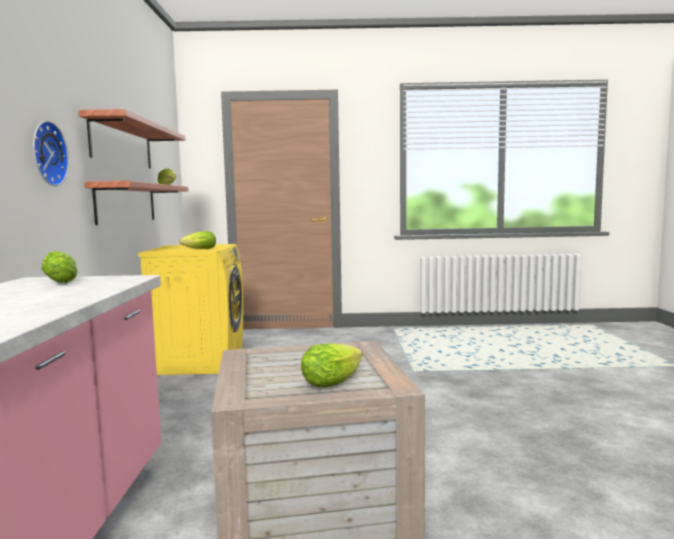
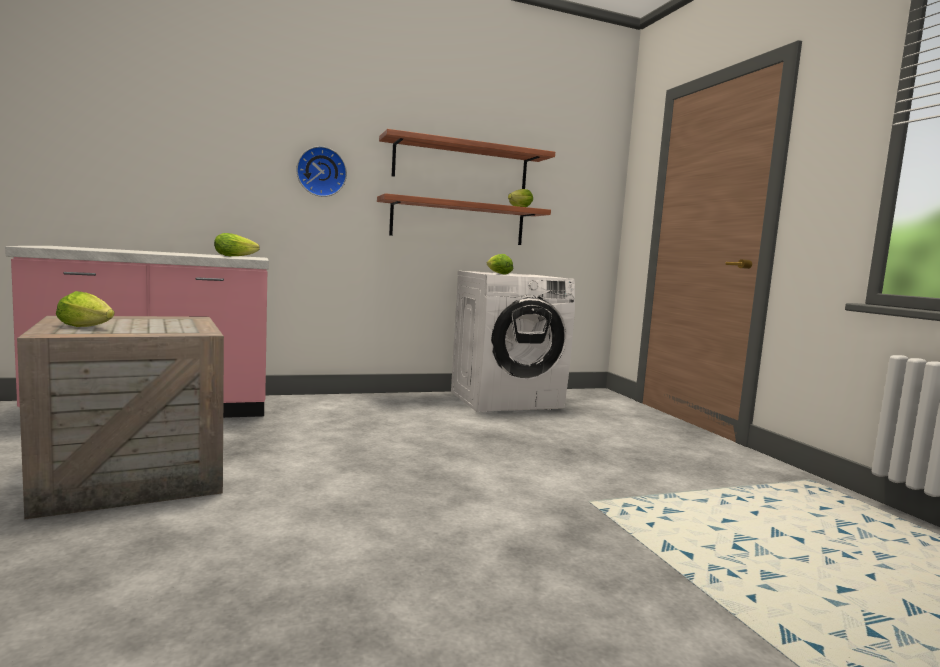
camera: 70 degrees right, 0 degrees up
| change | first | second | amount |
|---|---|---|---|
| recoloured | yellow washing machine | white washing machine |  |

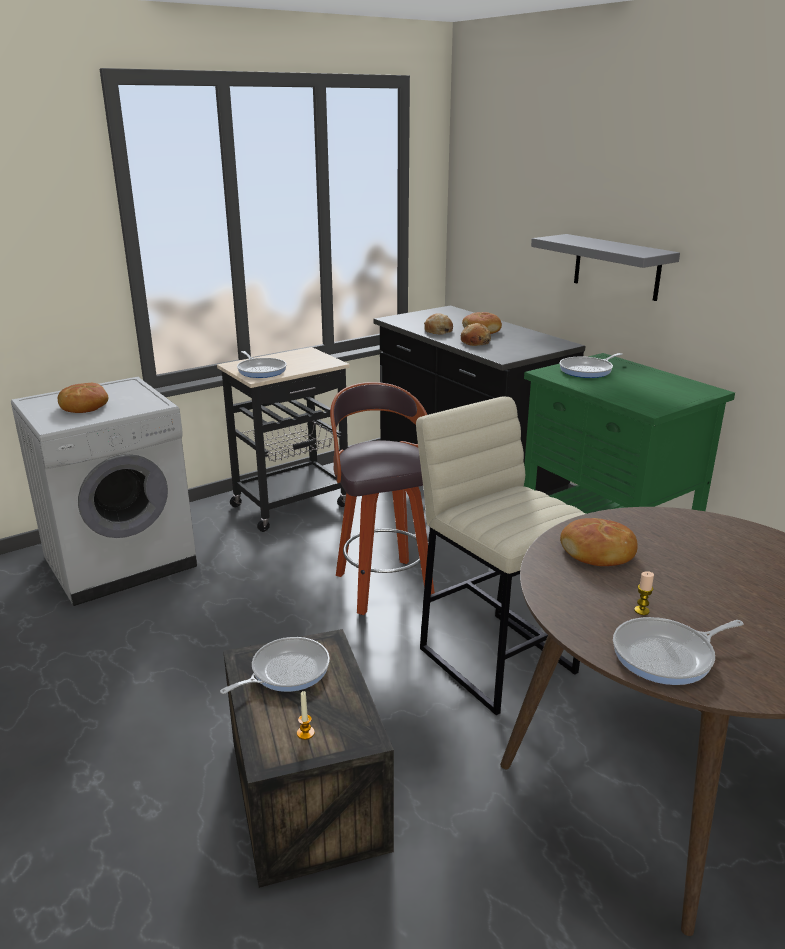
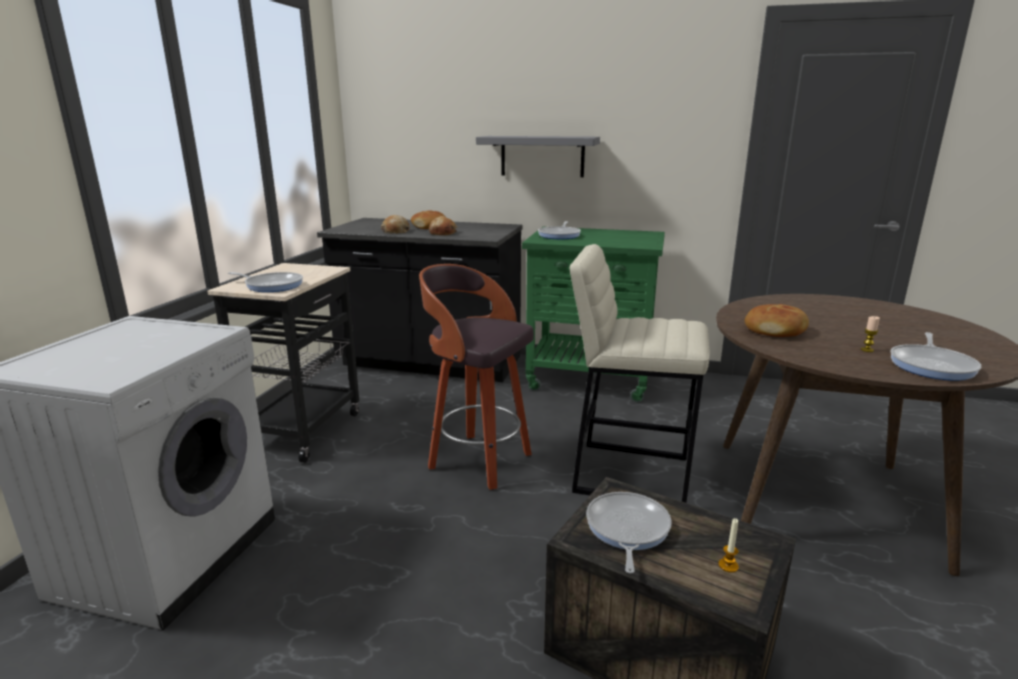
camera: 40 degrees left, 5 degrees down
| change | first | second | amount |
|---|---|---|---|
| removed | bread (1st from left) |  |  |

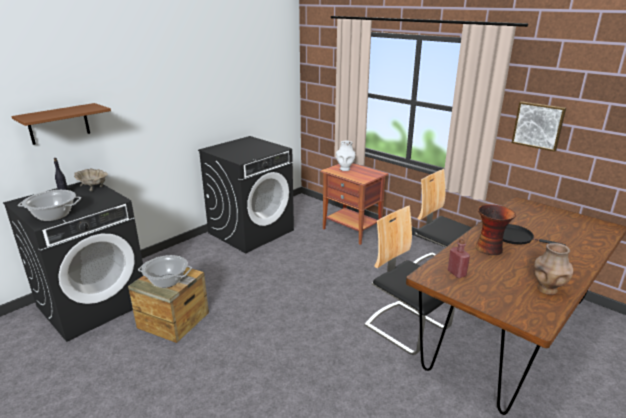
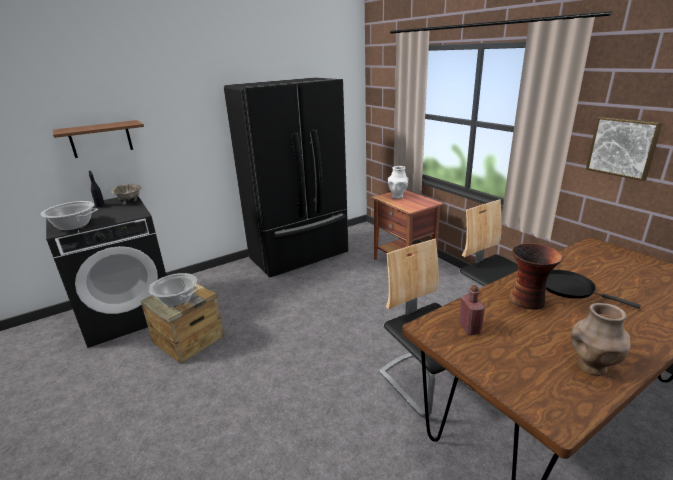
camera: 15 degrees right, 0 degrees up
| change | first | second | amount |
|---|---|---|---|
| replaced | black washing machine (2nd from left) | black fridge |  |

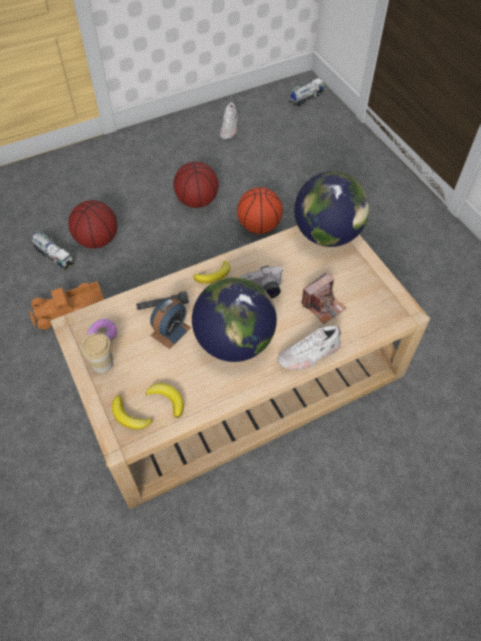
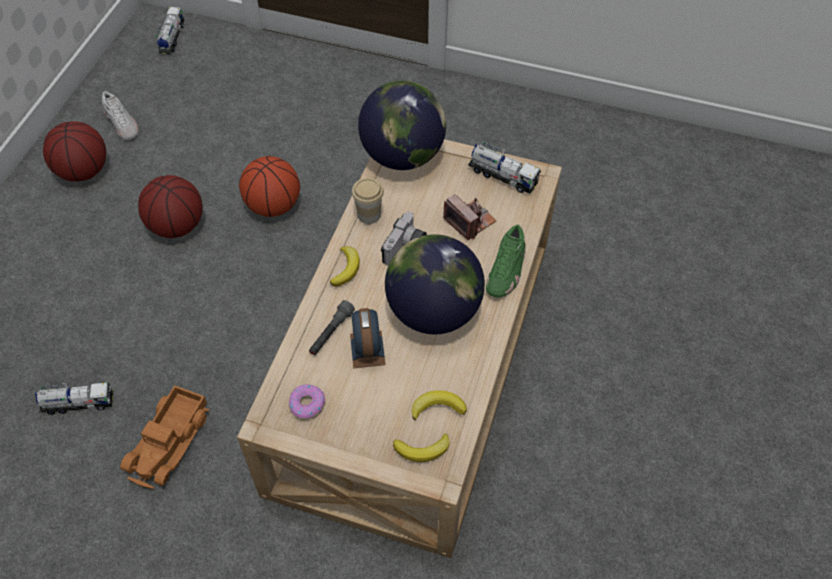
camera: 45 degrees left, 0 degrees up
| change | first | second | amount |
|---|---|---|---|
| moved | basketball (1st from left) |  |  |
| moved | cup |  |  |
| turned | photo camera (2nd from left) |  | 45 degrees counterclockwise |
| added |  | toy truck (4th from left) |  |
| recoloured | white shoe (2nd from left) | green shoe |  |

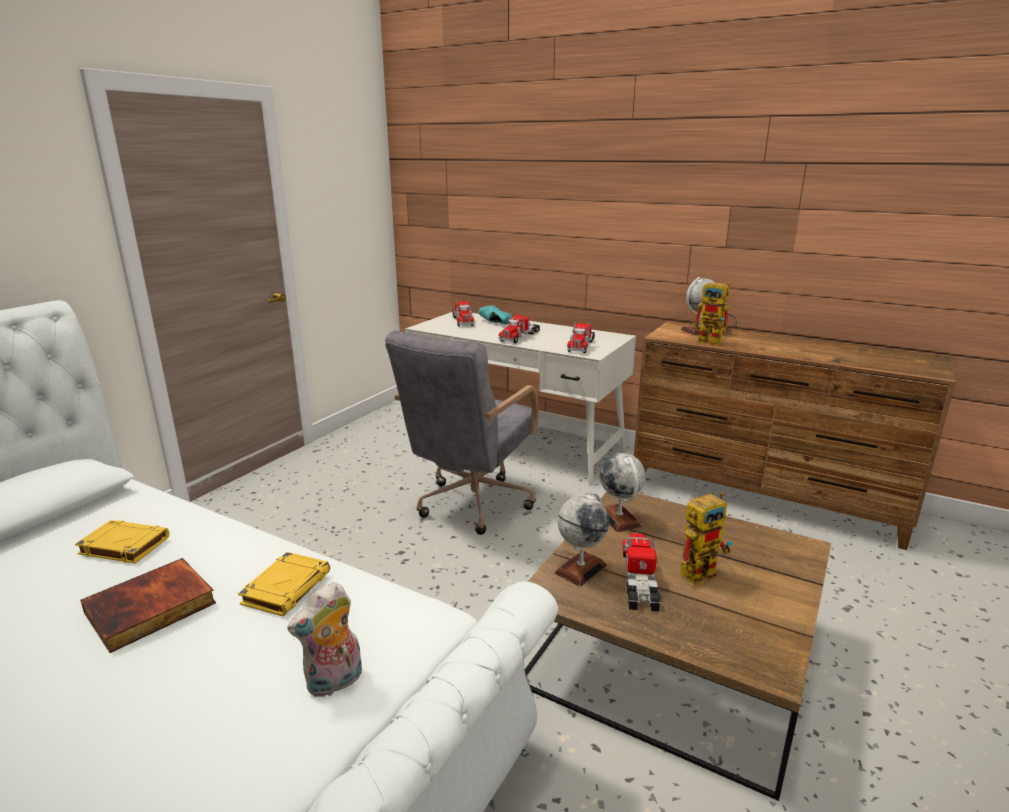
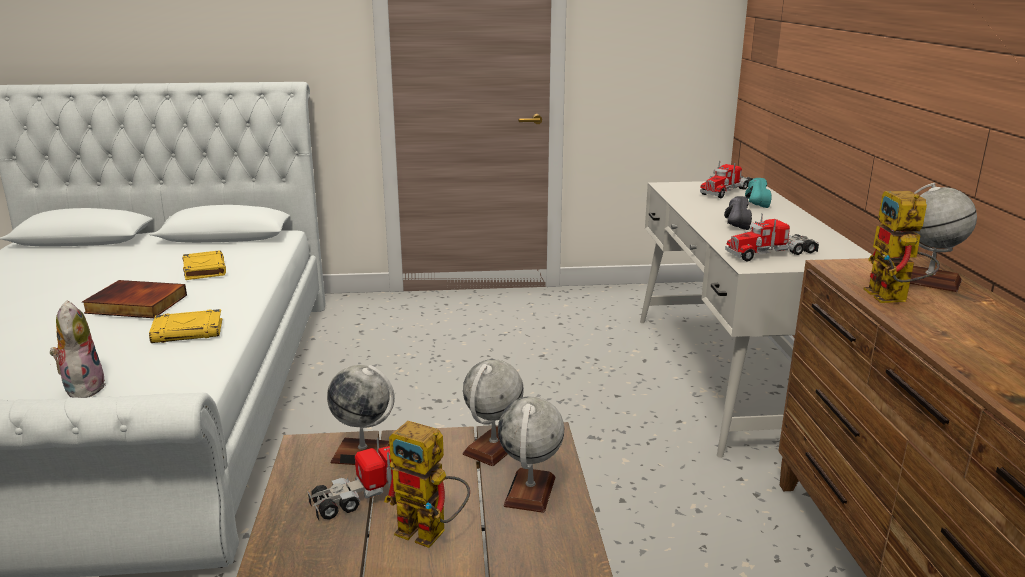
camera: 55 degrees right, 0 degrees up
| change | first | second | amount |
|---|---|---|---|
| turned | plush toy |  | 60 degrees clockwise |
| added |  | globe (3rd from left) |  |
| replaced | toy truck (2nd from left) | black shoe |  |
| removed | grey office chair |  |  |

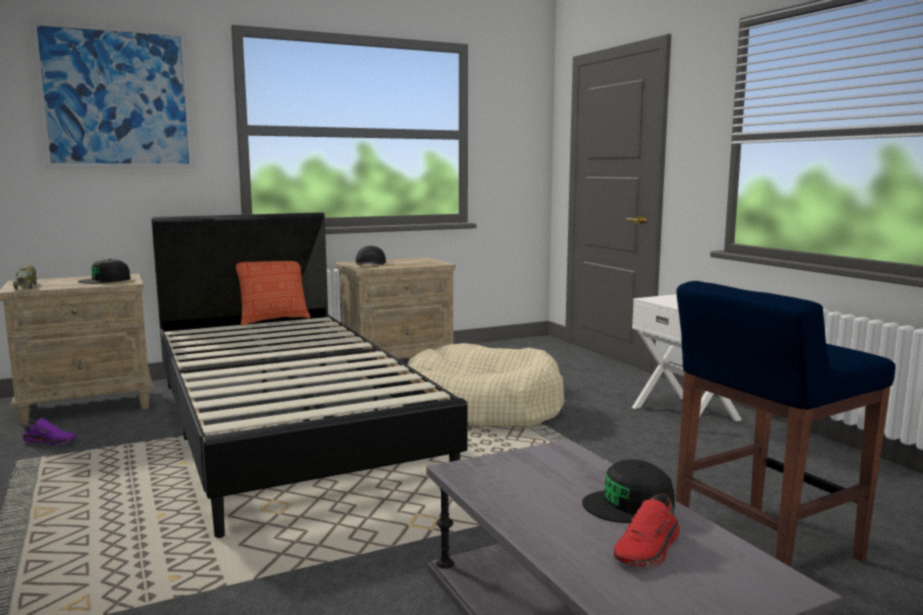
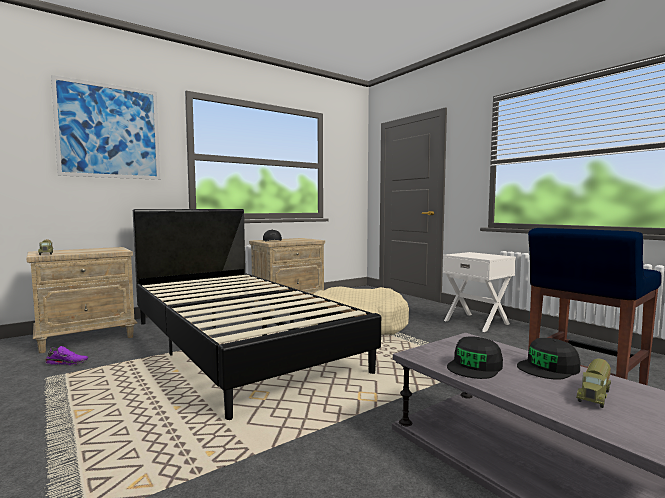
camera: 10 degrees left, 5 degrees down
| change | first | second | amount |
|---|---|---|---|
| moved | black cap (1st from left in the first image) | black cap (2nd from left) |  |
| replaced | red shoe | toy truck (2nd from left) |  |
| removed | orange pillow |  |  |

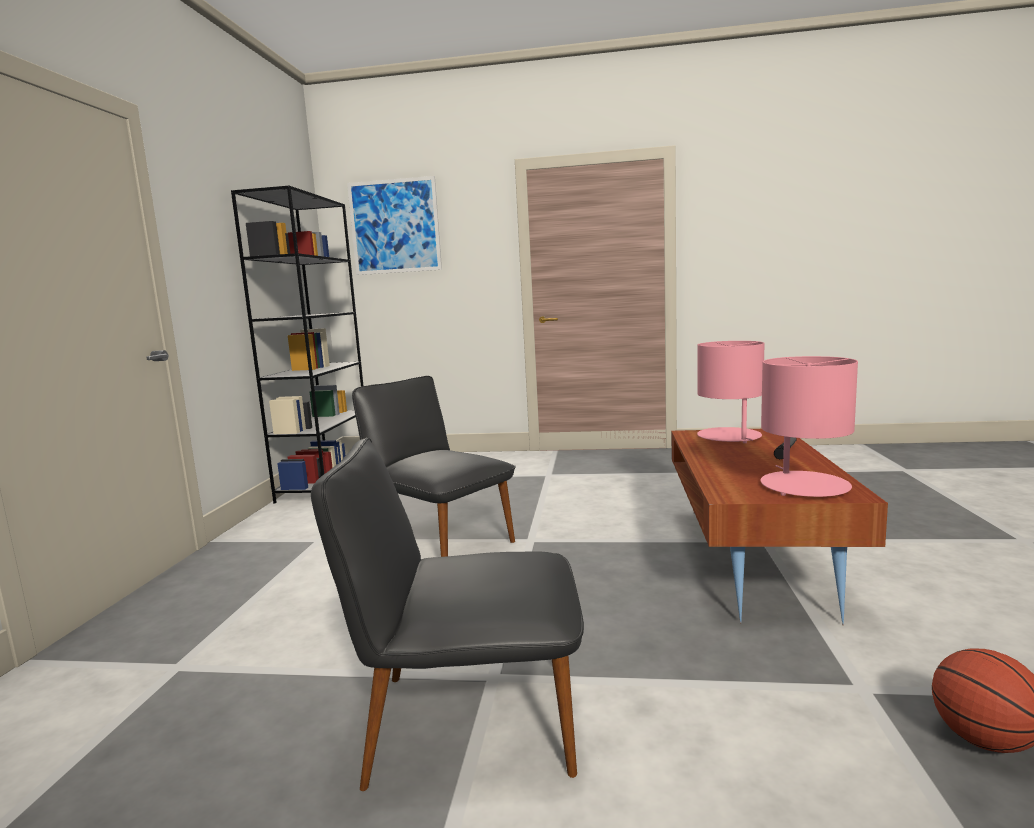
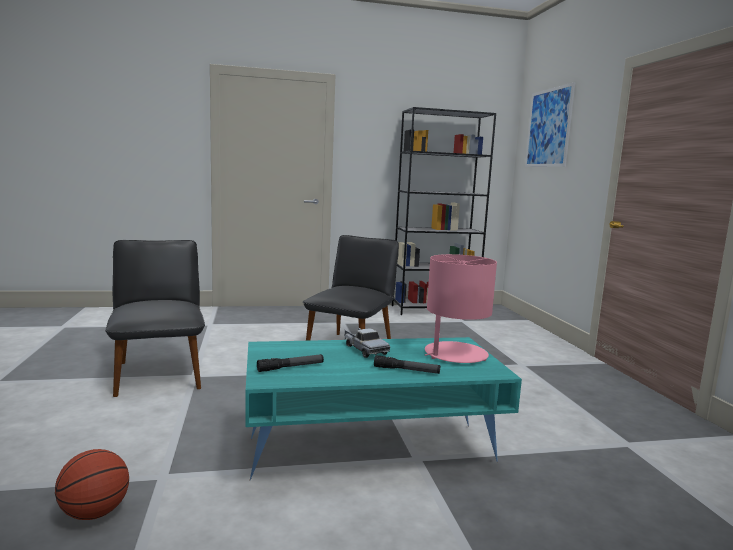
camera: 70 degrees right, 0 degrees up
| change | first | second | amount |
|---|---|---|---|
| recoloured | brown coffee table | turquoise coffee table |  |
| replaced | pink table lamp (2nd from left) | flashlight (1st from left) |  |
| added |  | toy truck |  |

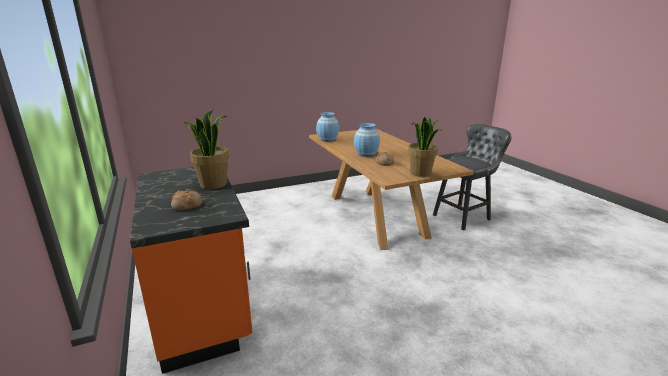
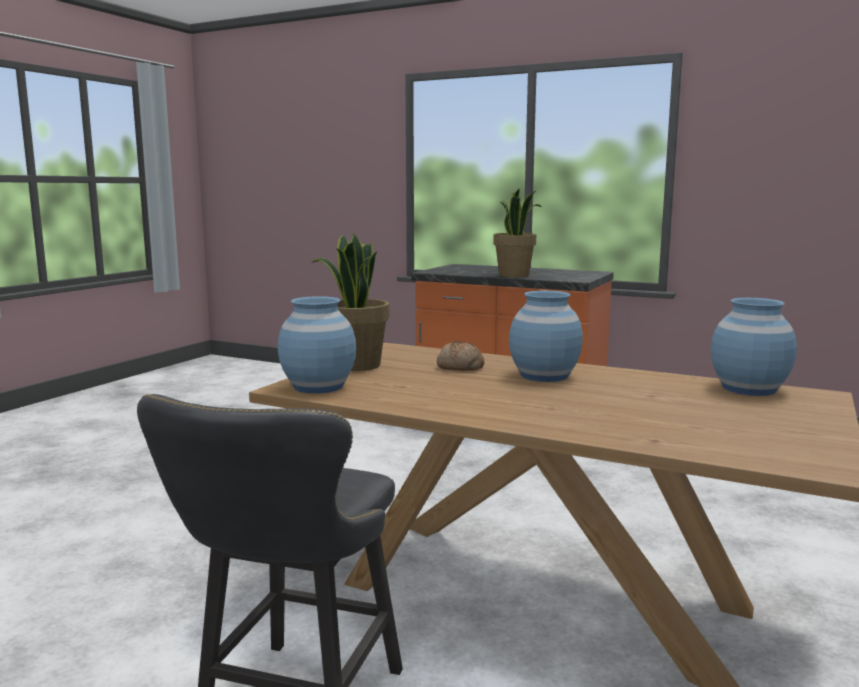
camera: 140 degrees right, 10 degrees down
| change | first | second | amount |
|---|---|---|---|
| added |  | blue vase (1st from left) |  |
| removed | bread (1st from left) |  |  |

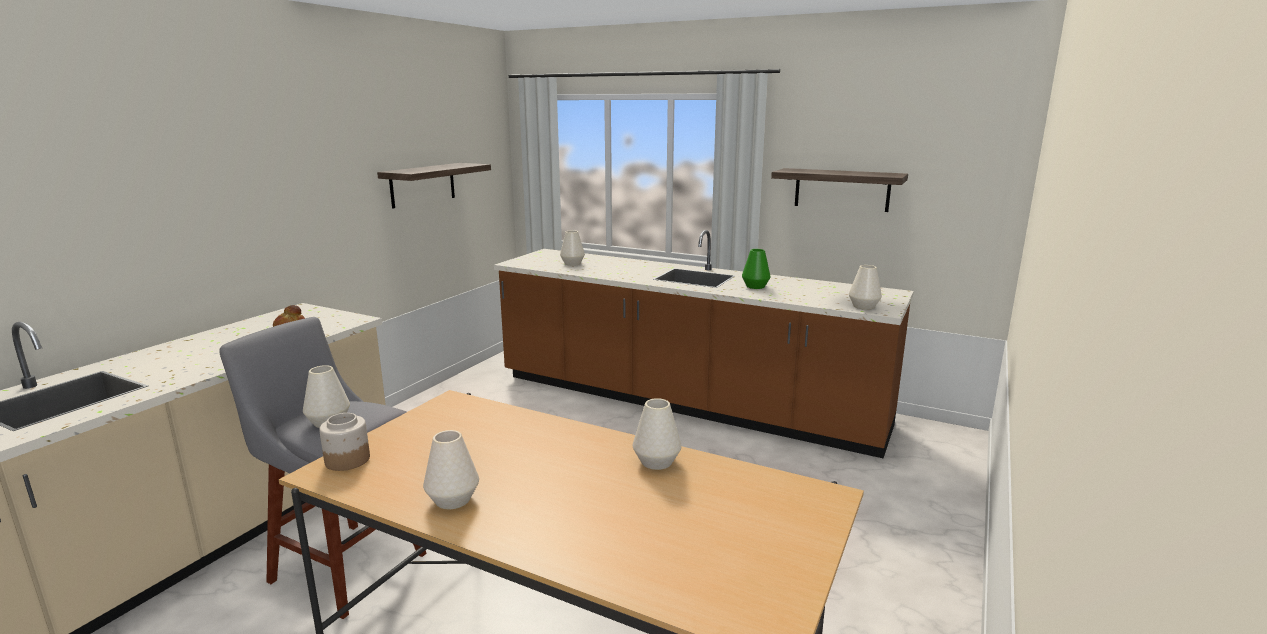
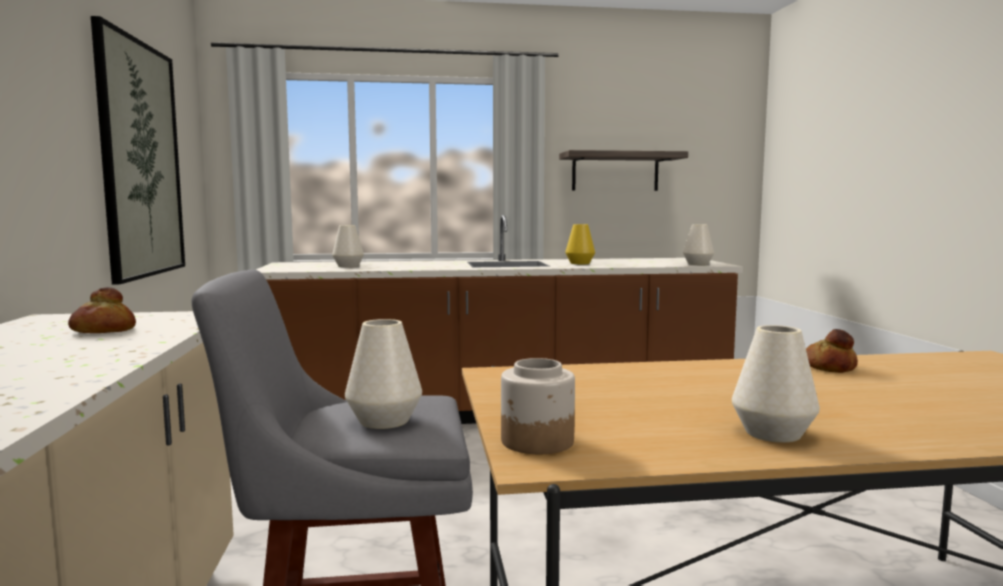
camera: 35 degrees left, 10 degrees down
| change | first | second | amount |
|---|---|---|---|
| replaced | shelf (1st from left) | picture |  |
| recoloured | green vase | yellow vase |  |
| replaced | white vase (4th from left) | bread (2nd from left) |  |

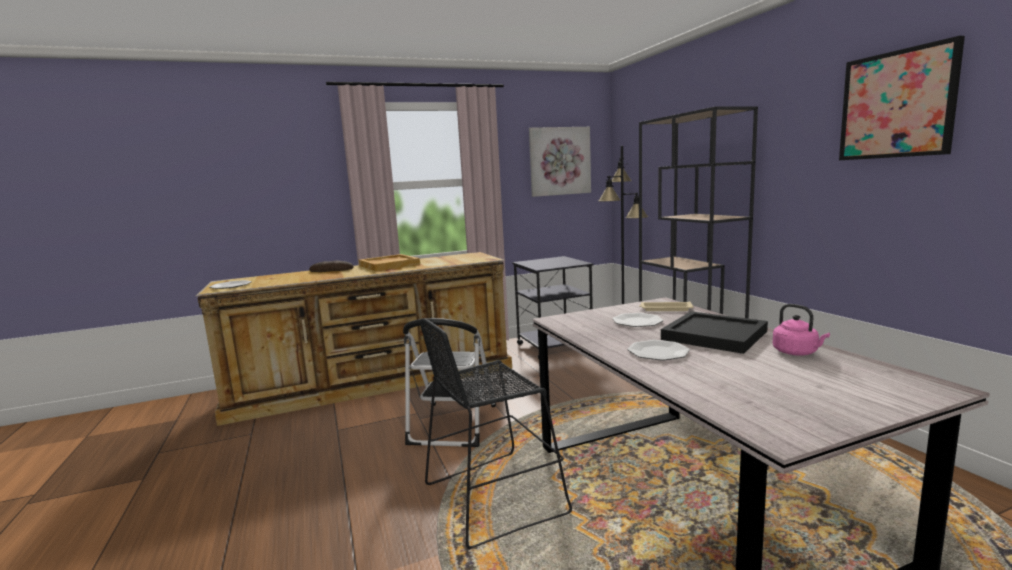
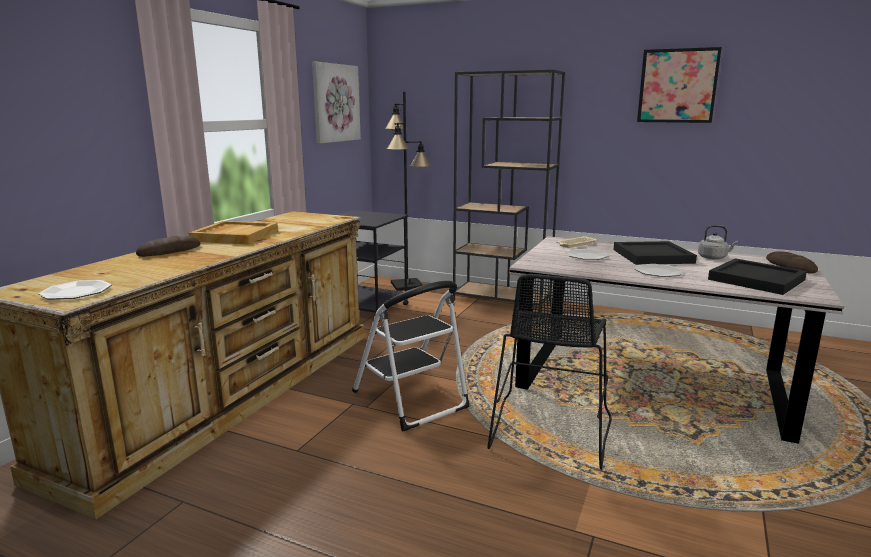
camera: 45 degrees left, 5 degrees up
| change | first | second | amount |
|---|---|---|---|
| recoloured | pink kettle | grey kettle |  |
| added |  | black tray (2nd from left) |  |
| added |  | bread (2nd from left) |  |

